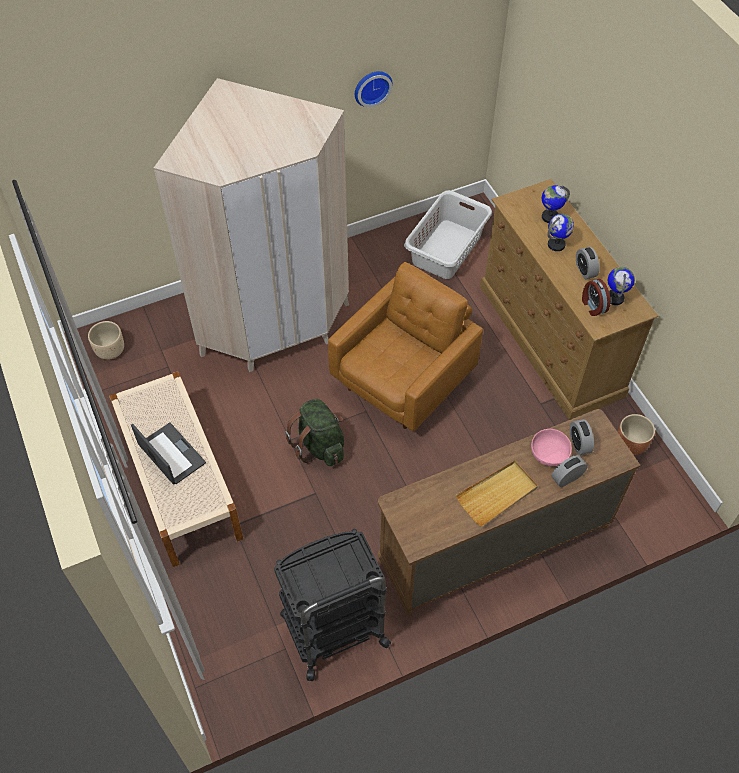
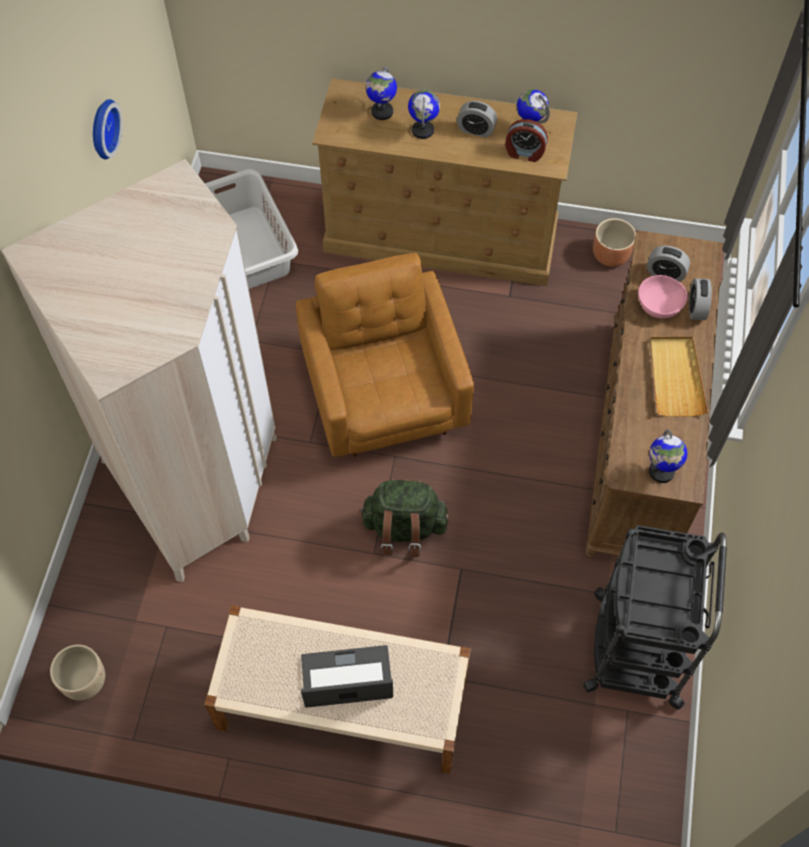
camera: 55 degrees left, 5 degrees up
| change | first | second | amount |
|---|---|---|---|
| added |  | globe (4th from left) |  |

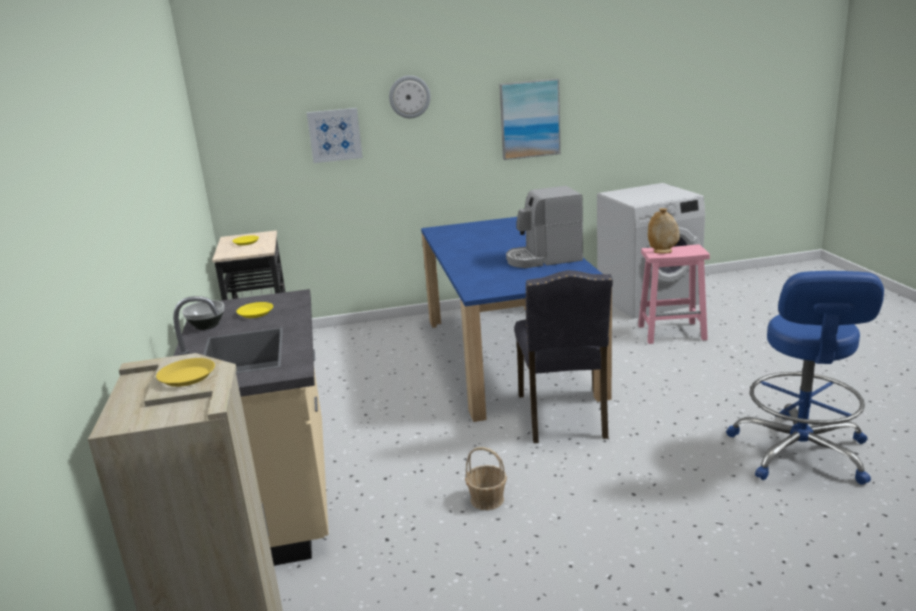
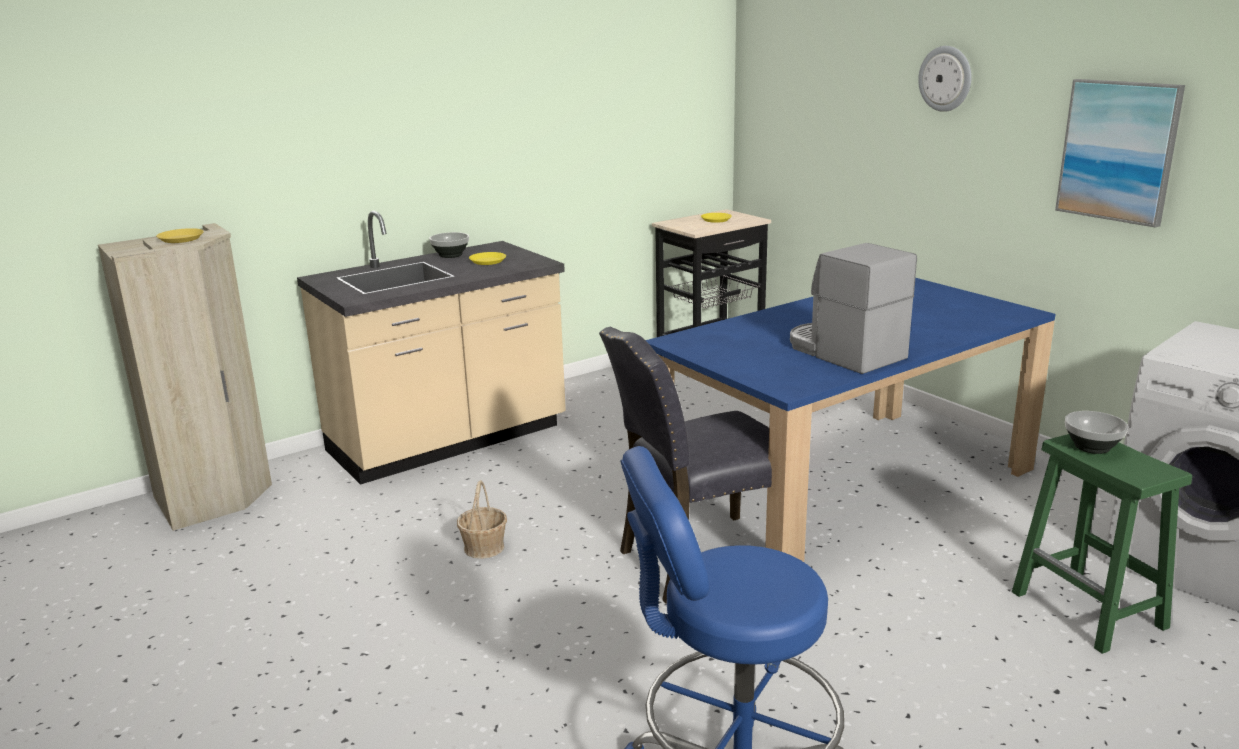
camera: 65 degrees right, 0 degrees up
| change | first | second | amount |
|---|---|---|---|
| recoloured | pink stool | green stool |  |
| replaced | beige vase | bowl (2nd from left) |  |
| removed | picture (1st from left) |  |  |

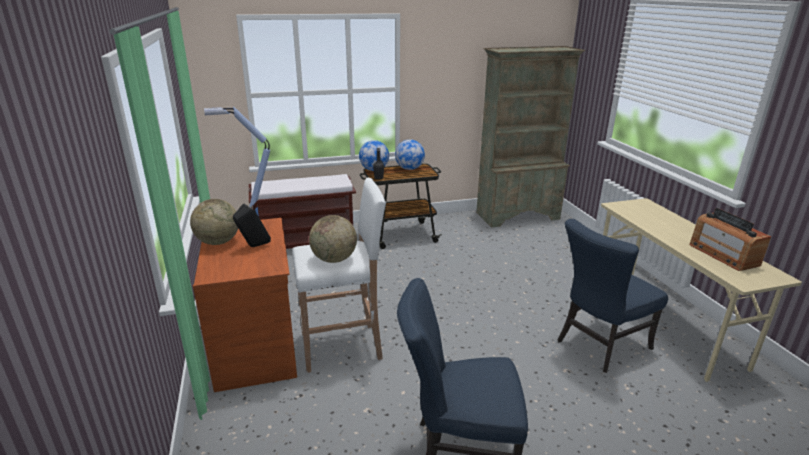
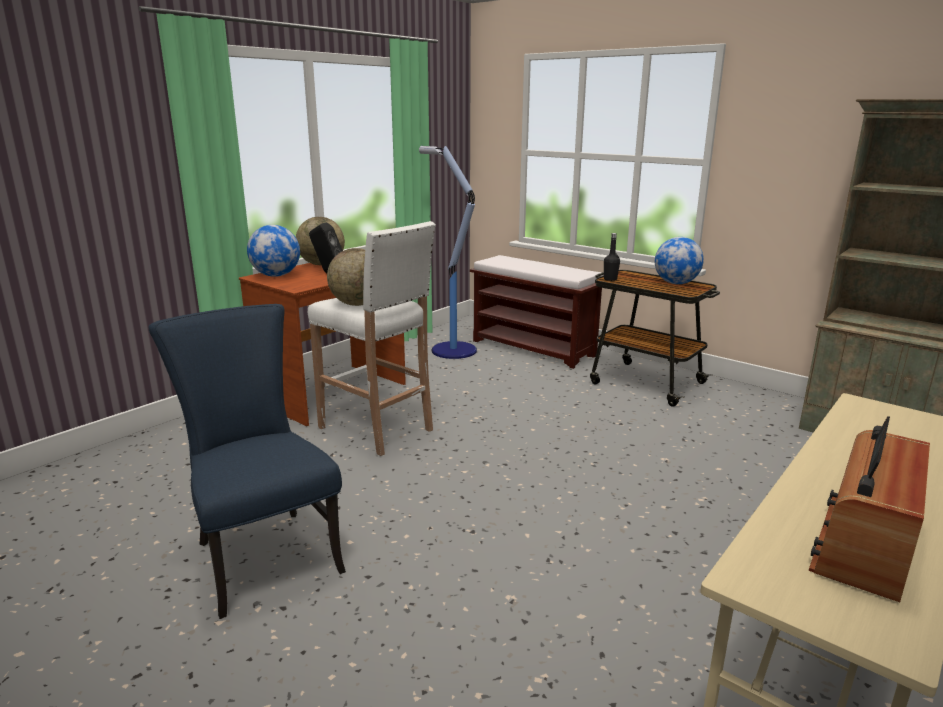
camera: 55 degrees right, 5 degrees down
| change | first | second | amount |
|---|---|---|---|
| moved | globe (3rd from left in the first image) | globe (1st from left) |  |
| removed | blue chair (2nd from left) |  |  |

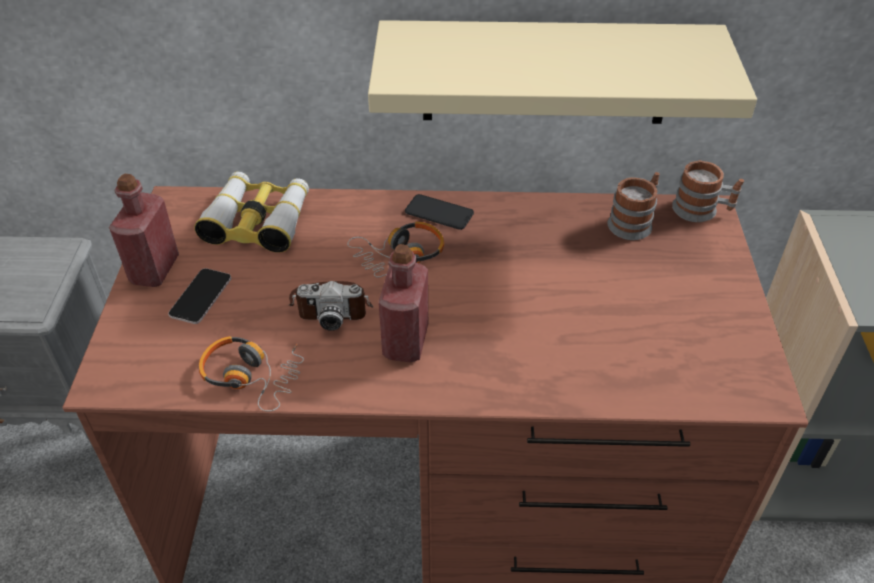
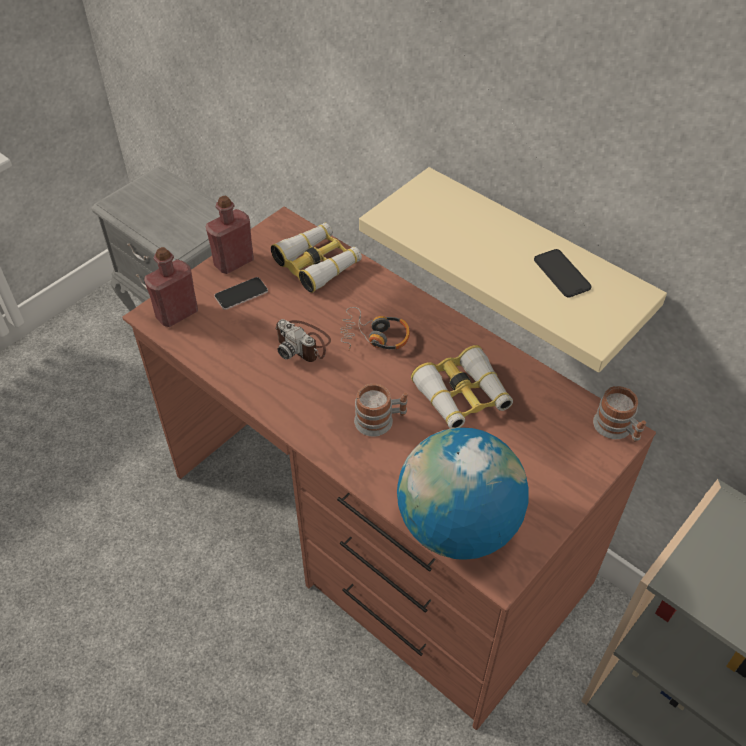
camera: 40 degrees right, 5 degrees up
| change | first | second | amount |
|---|---|---|---|
| moved | red bottle (2nd from left in the first image) | red bottle (1st from left) |  |
| moved | mug (1st from left) |  |  |
| added |  | globe |  |
| added |  | binoculars (2nd from left) |  |
| moved | phone (2nd from left) |  |  |
| removed | headphones (1st from left) |  |  |

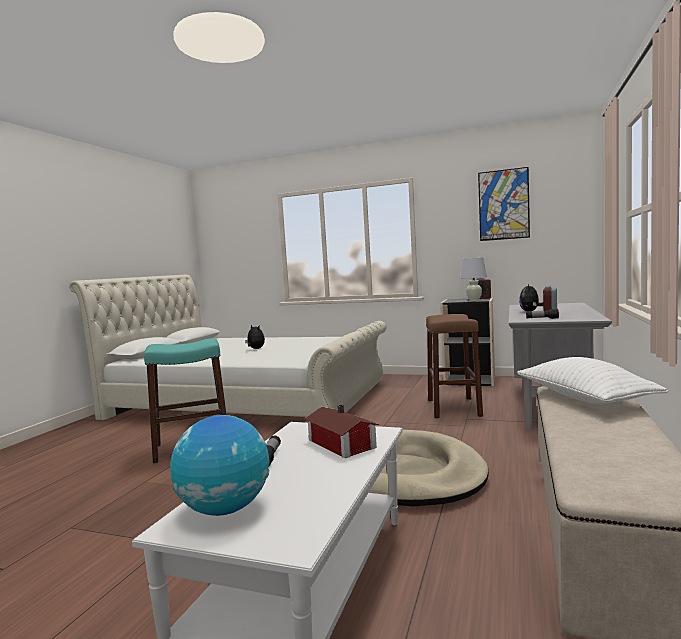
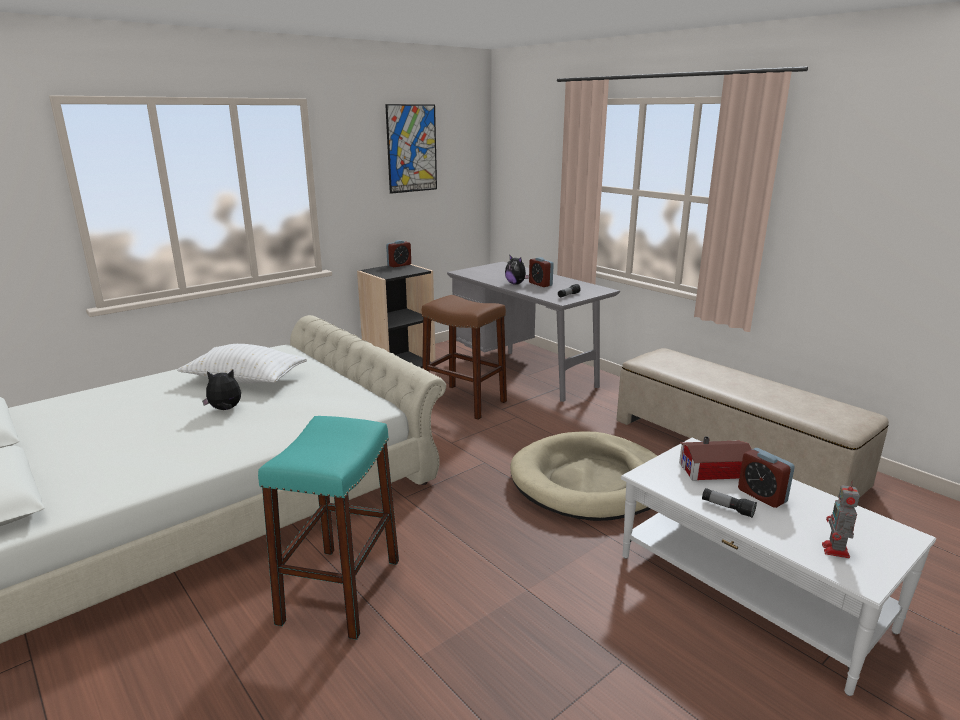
camera: 60 degrees left, 15 degrees up
| change | first | second | amount |
|---|---|---|---|
| moved | white pillow |  |  |
| added |  | alarm clock (3rd from left) |  |
| replaced | globe | toy robot |  |
| removed | white table lamp |  |  |

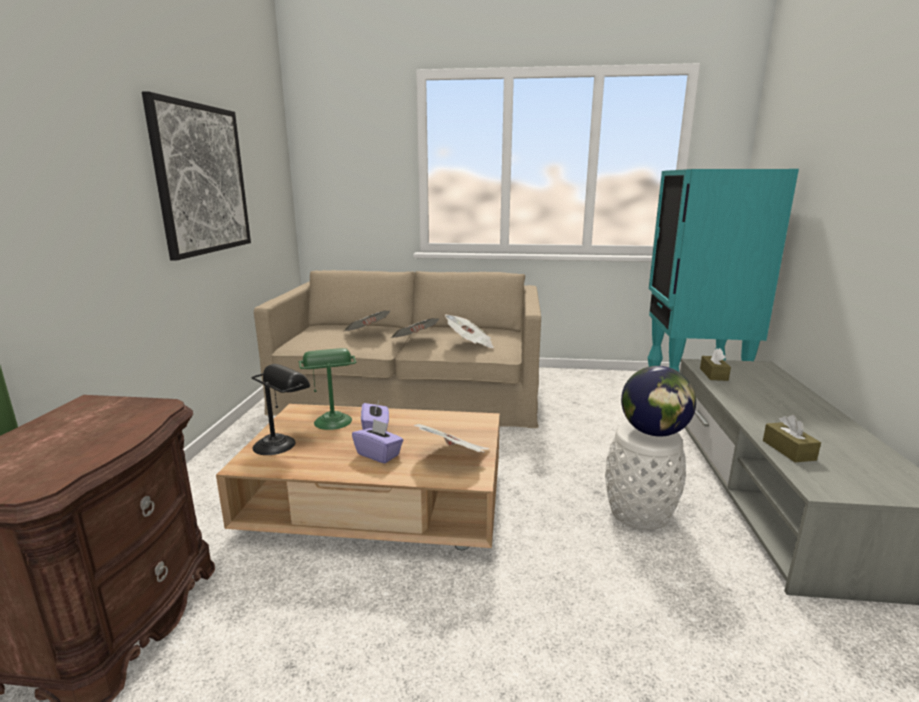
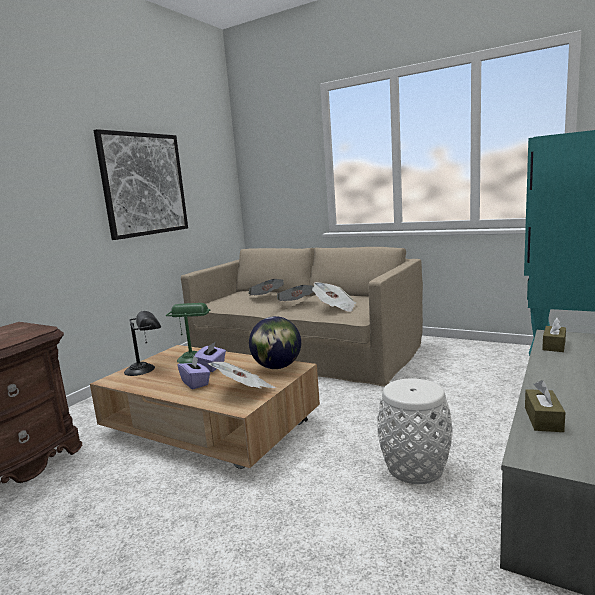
camera: 25 degrees right, 5 degrees down
| change | first | second | amount |
|---|---|---|---|
| moved | globe |  |  |

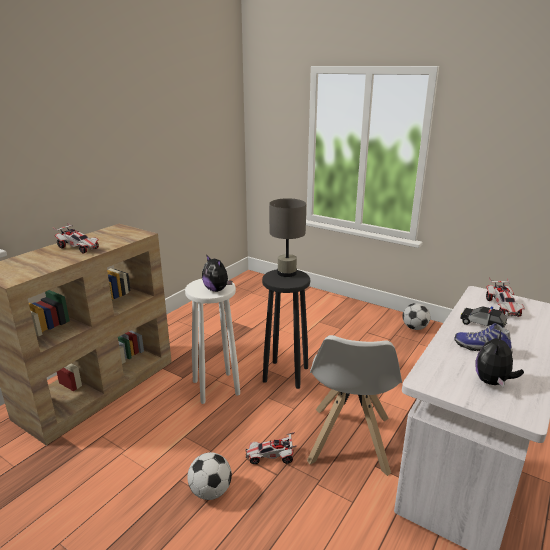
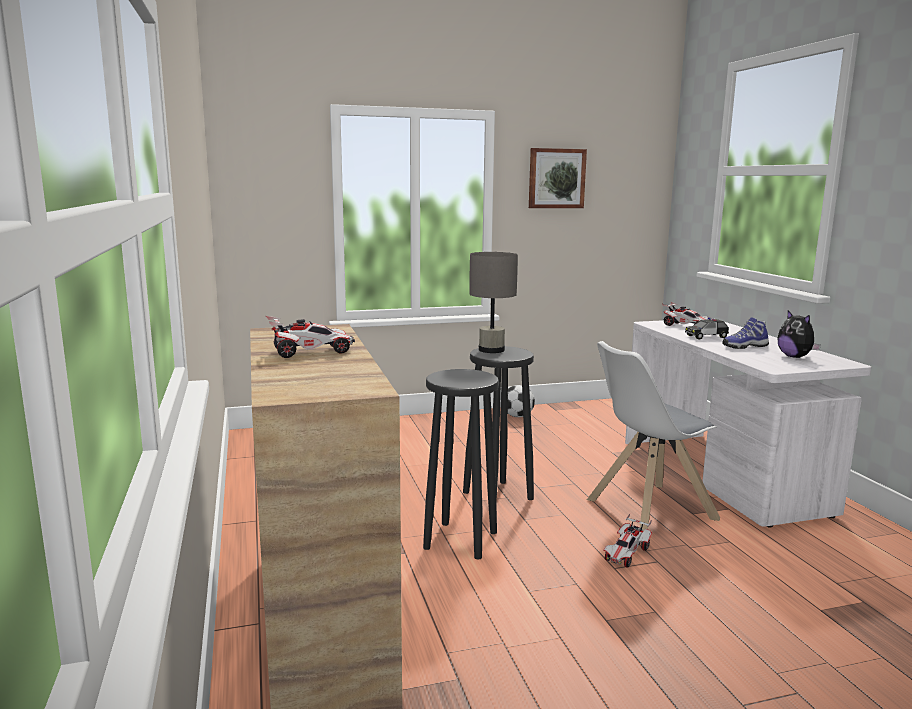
camera: 50 degrees left, 10 degrees down
| change | first | second | amount |
|---|---|---|---|
| recoloured | white stool | black stool (1st from left) |  |
| added |  | picture |  |
| turned | chair |  | 105 degrees clockwise |
| removed | football (1st from left) |  |  |
| removed | plush toy (1st from left) |  |  |

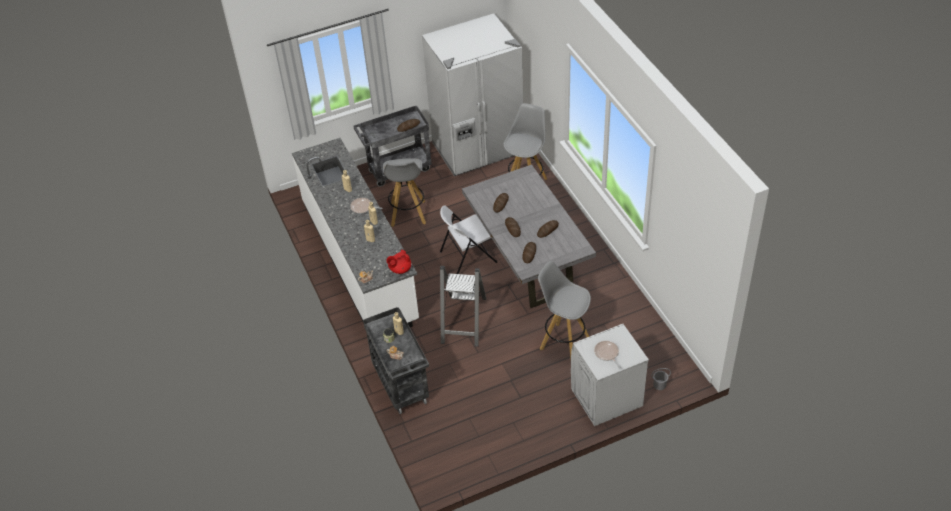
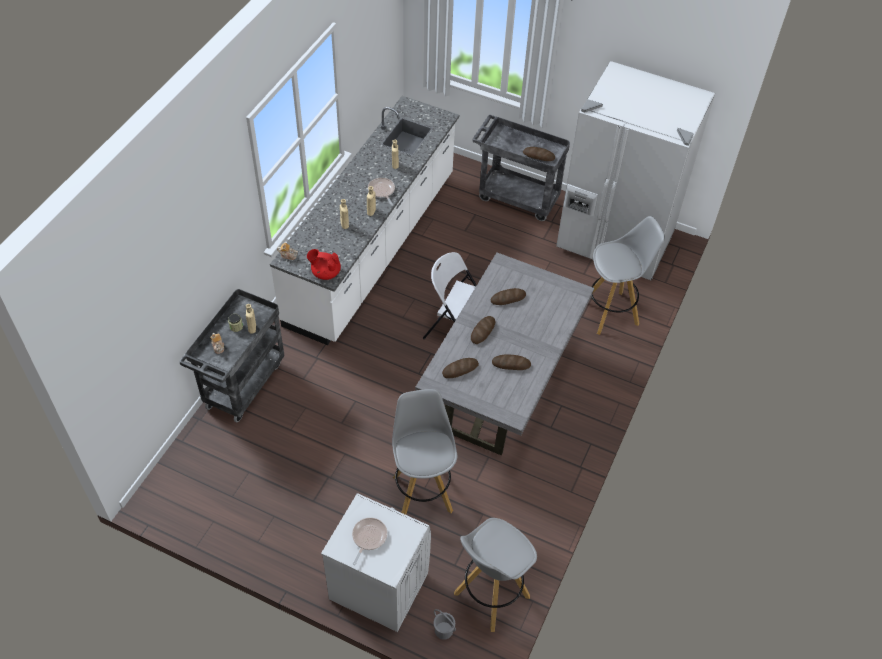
camera: 45 degrees right, 5 degrees up
| change | first | second | amount |
|---|---|---|---|
| moved | grey stool (1st from left in the first image) | grey stool (2nd from left) |  |
| removed | grey step ladder |  |  |

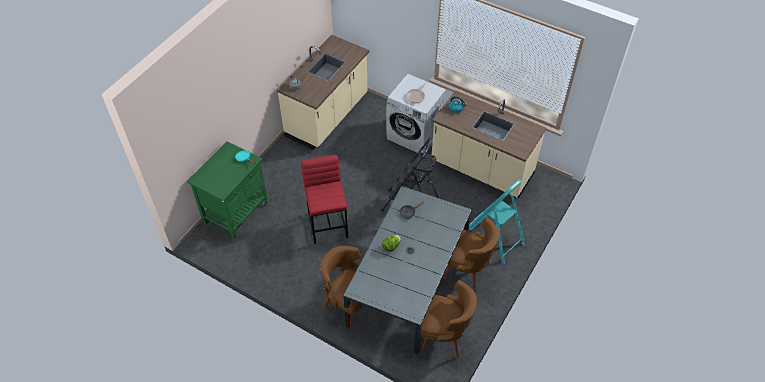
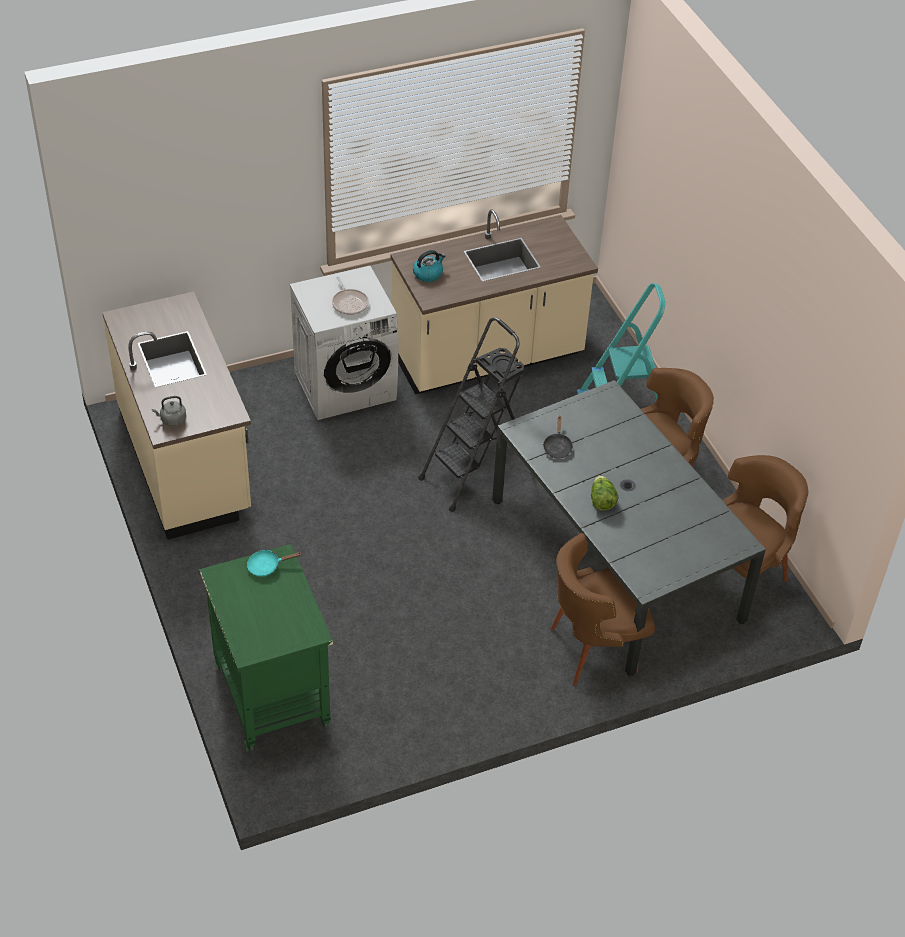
camera: 55 degrees left, 5 degrees down
| change | first | second | amount |
|---|---|---|---|
| removed | red stool |  |  |

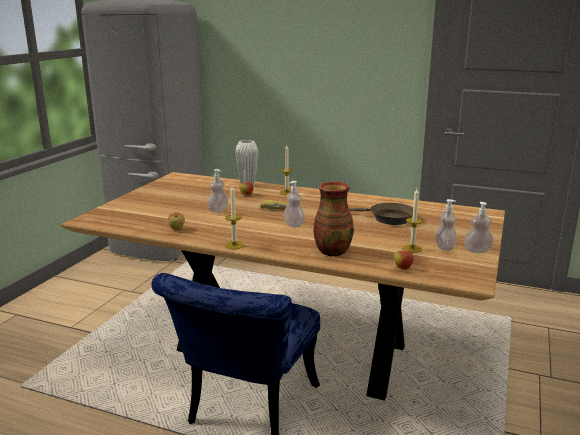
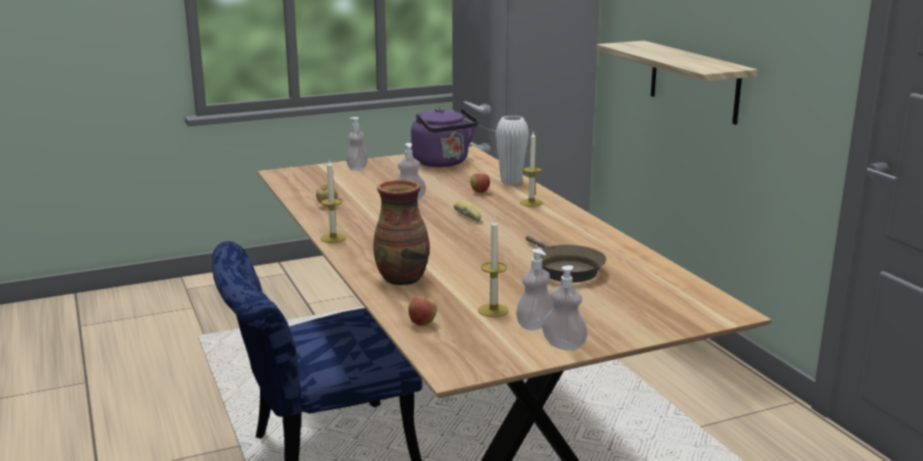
camera: 45 degrees right, 0 degrees up
| change | first | second | amount |
|---|---|---|---|
| moved | soap dispenser (2nd from left in the first image) | soap dispenser (1st from left) |  |
| added |  | purple kettle |  |
| added |  | shelf |  |

